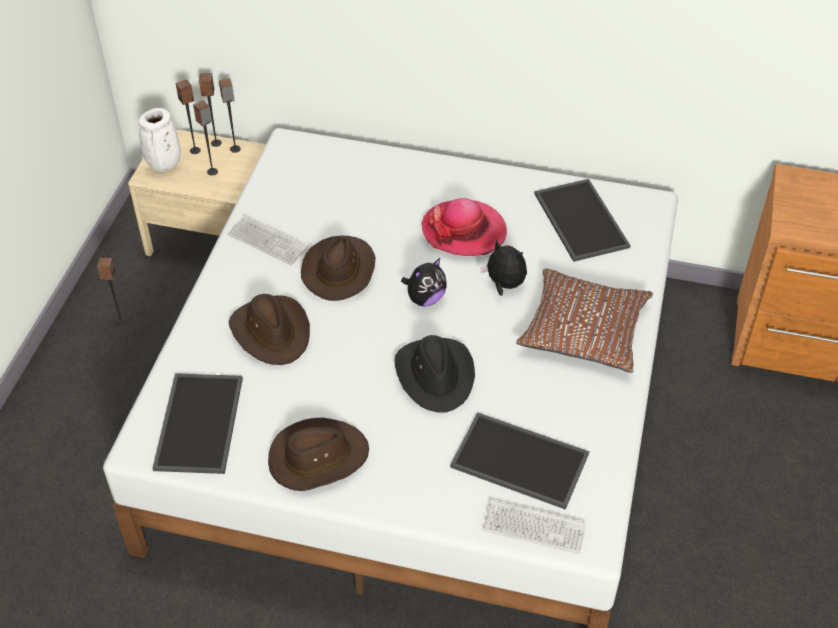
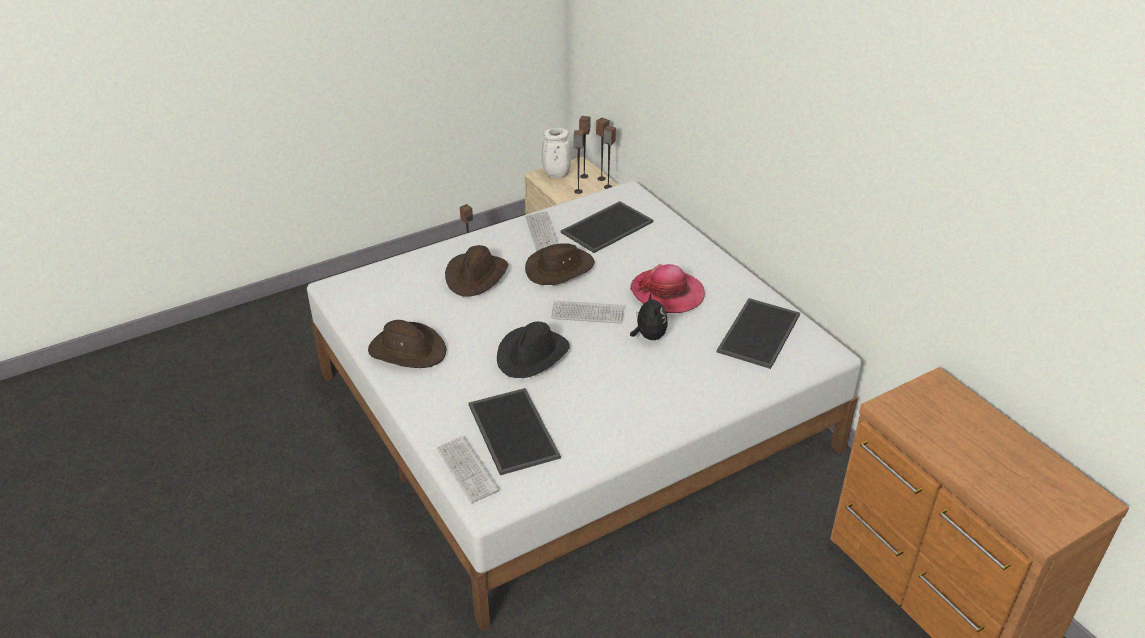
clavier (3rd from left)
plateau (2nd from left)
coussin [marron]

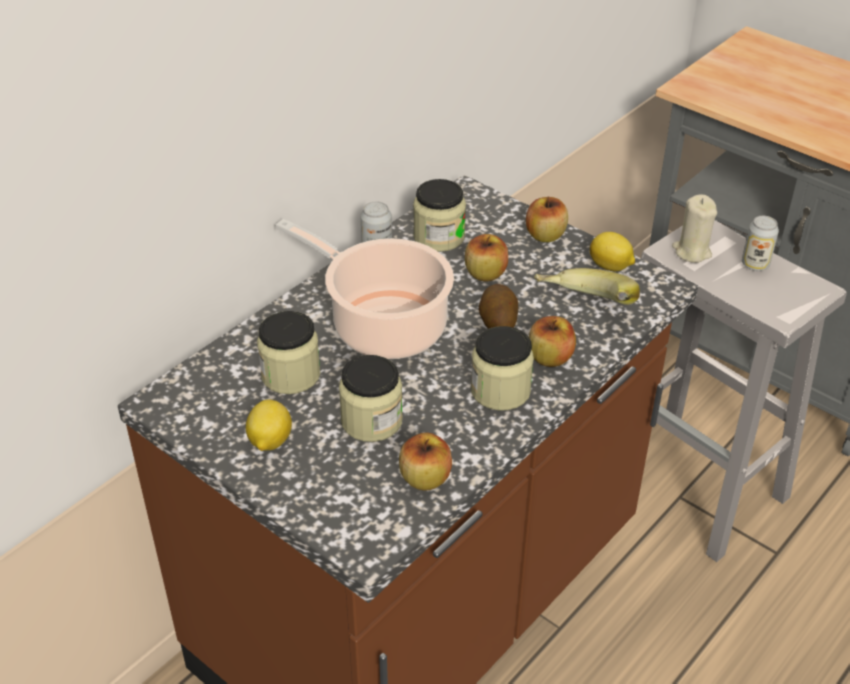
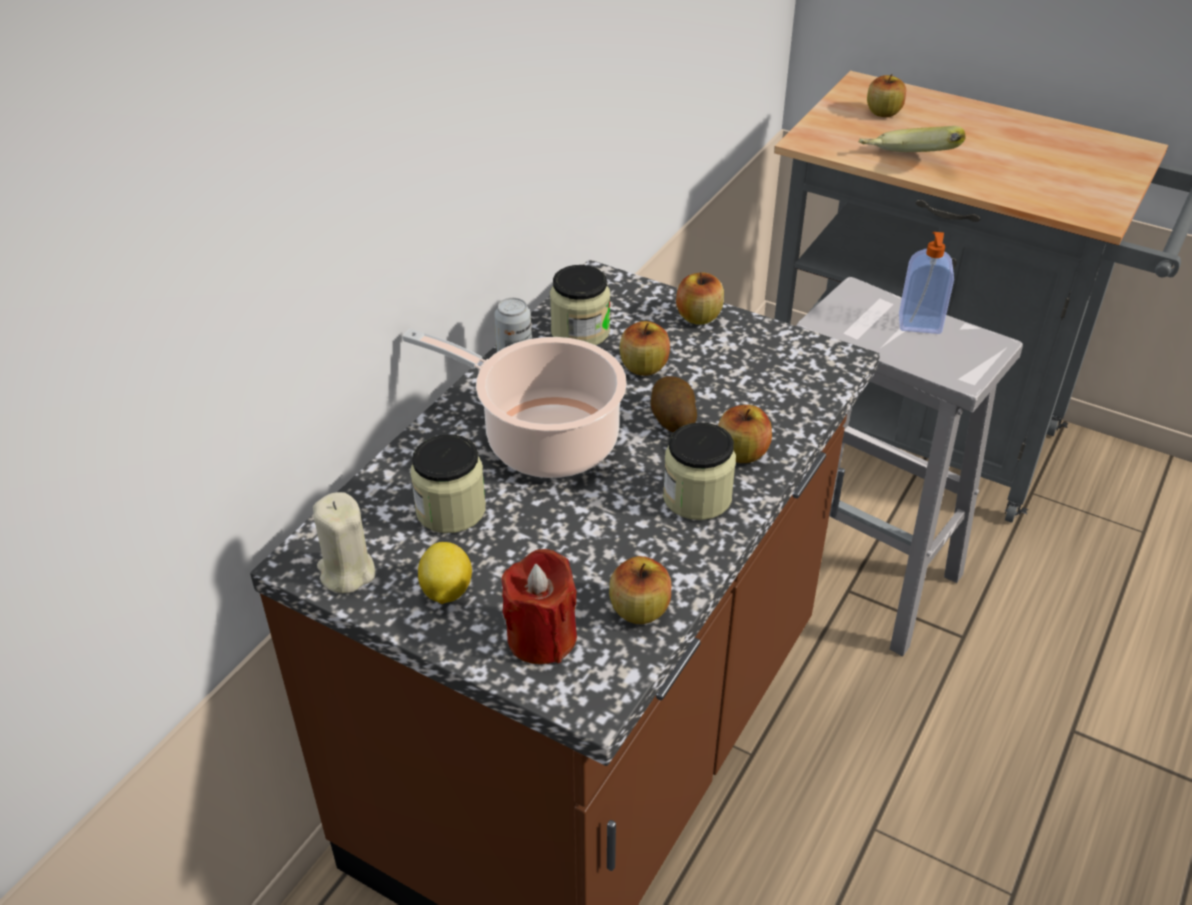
bougie [beige]
bougie [rouge]
banane
pomme (5th from left)
distributeur de savon
bocal (2nd from left in the first image)
citron (2nd from left in the first image)

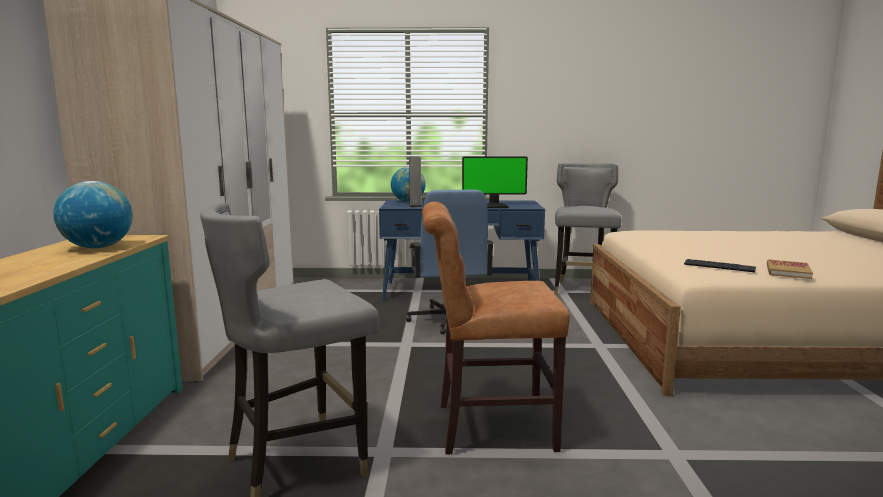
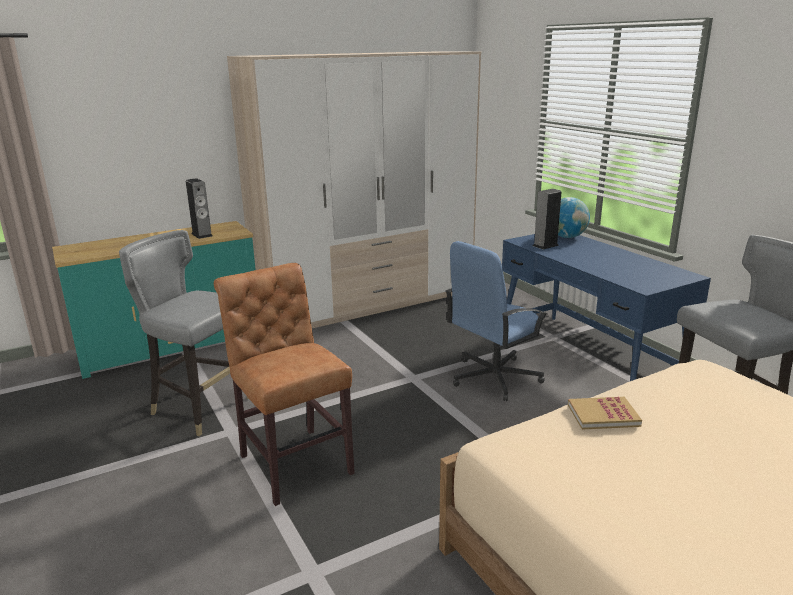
enceinte (1st from left)
livre
écran d'ordinateur
clavier

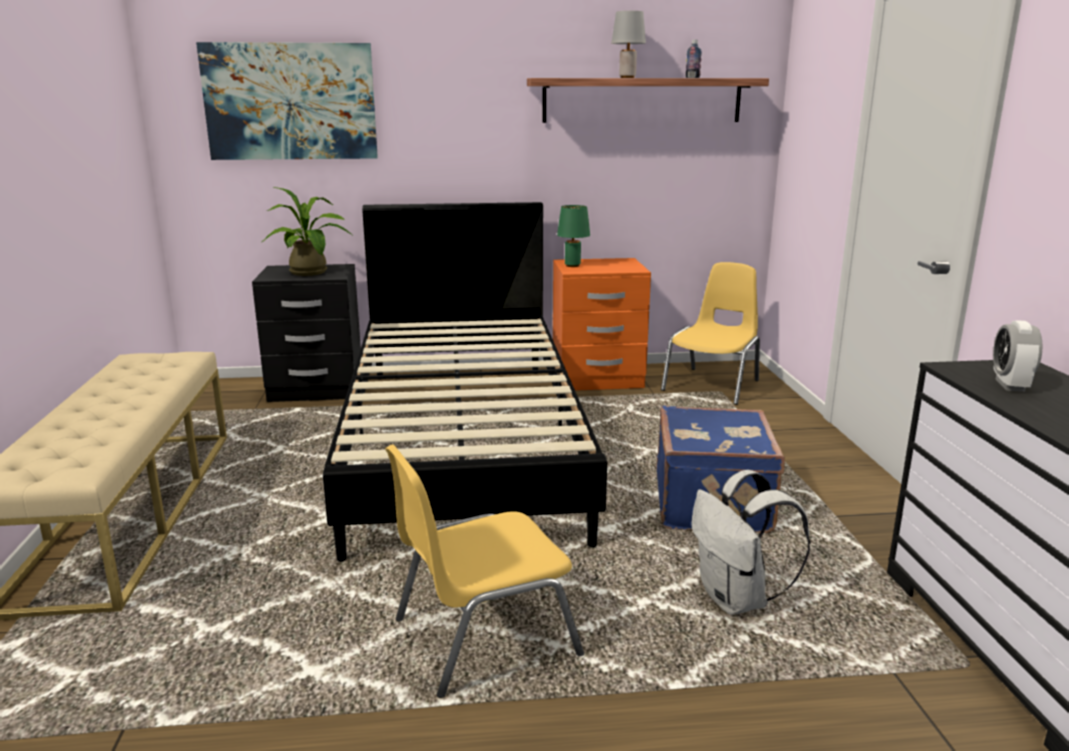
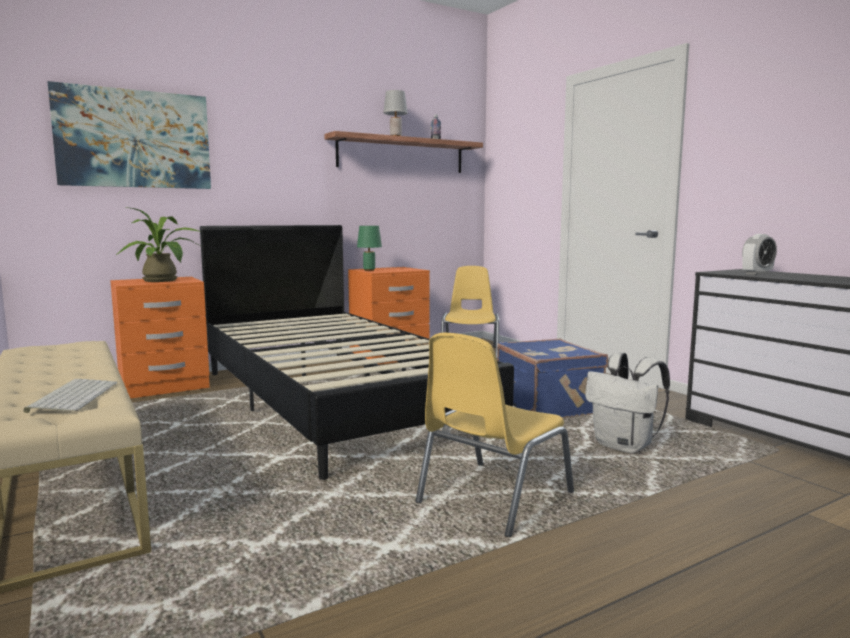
clavier
table de chevet [orange] (1st from left)
réveil

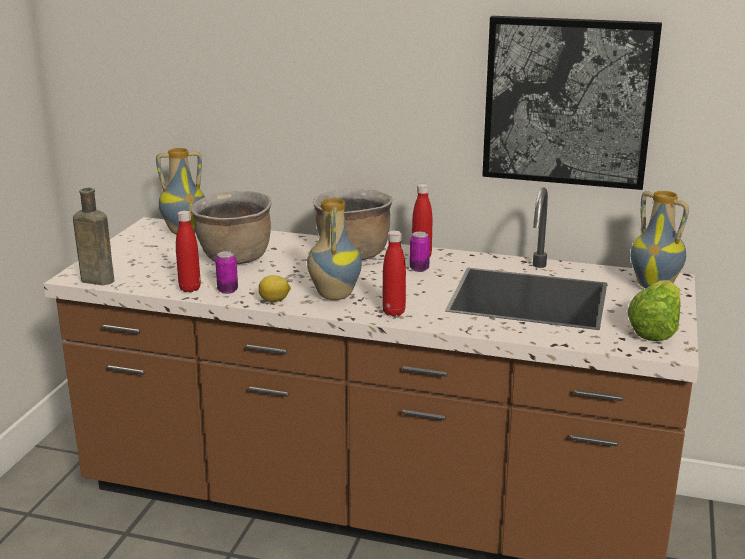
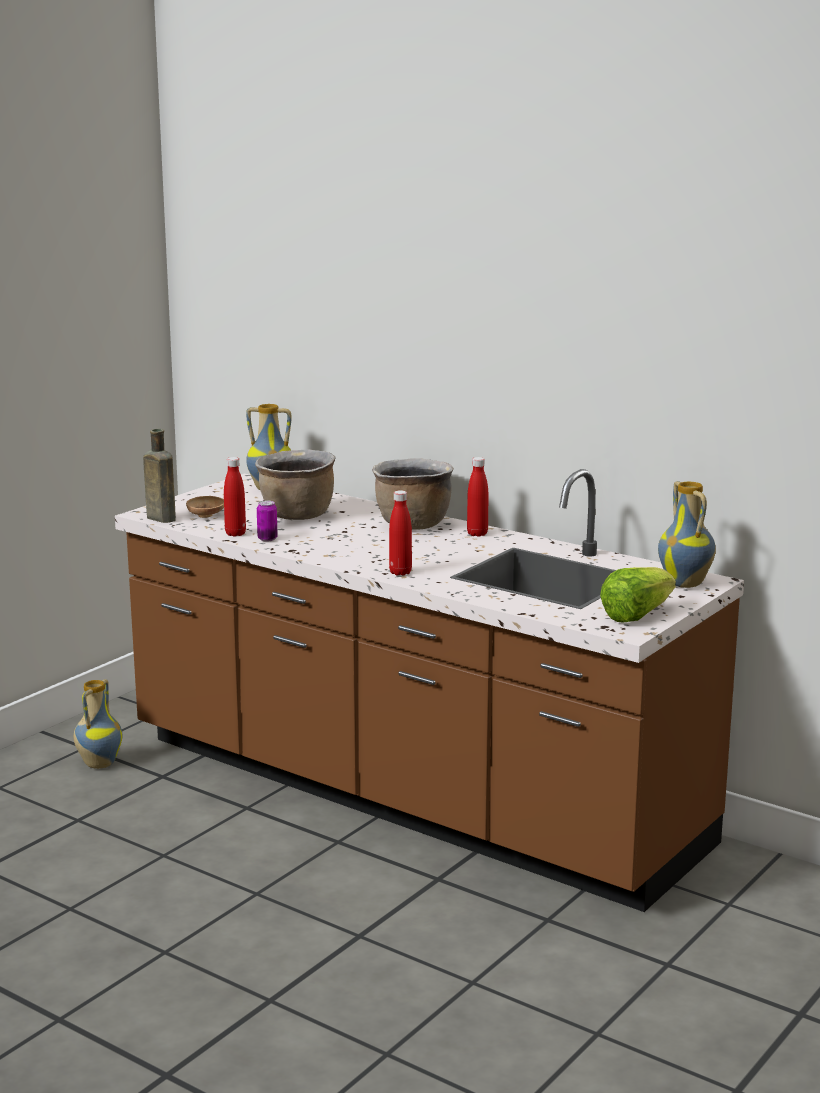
vase (1st from left)
bol [marron]
citron
boîte métallique (2nd from left in the first image)
tableau

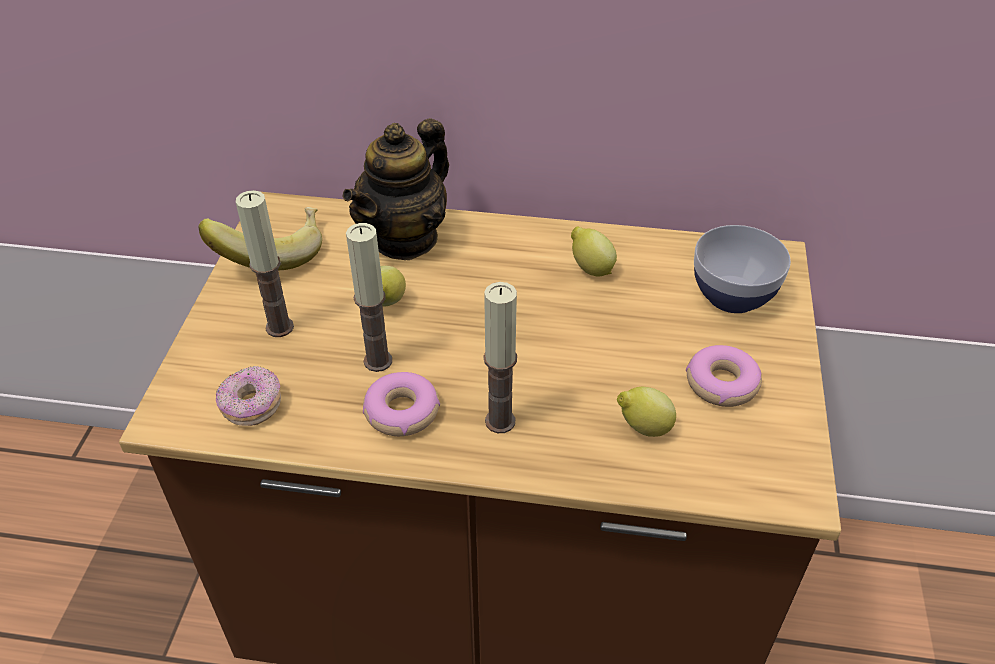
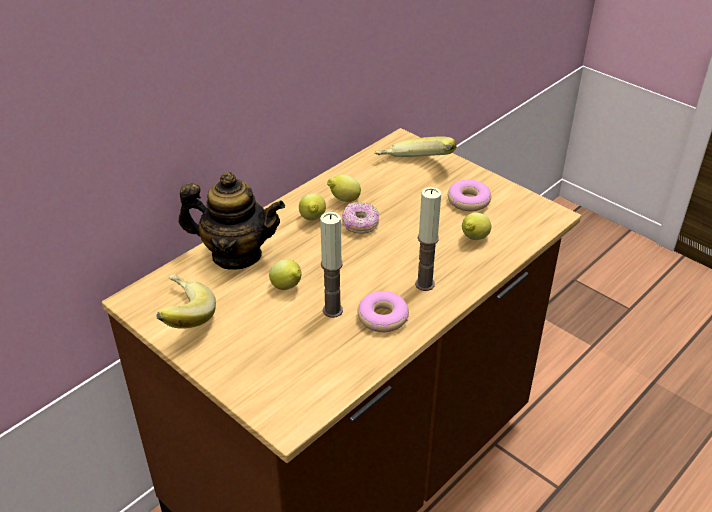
théière
citron (2nd from left)
beignet (1st from left)
banane (2nd from left)
bougie (1st from left in the first image)

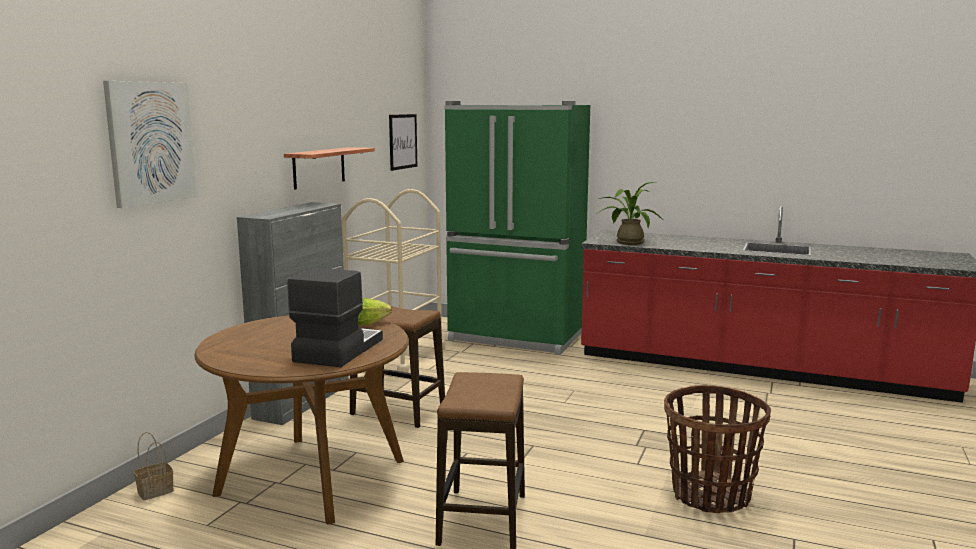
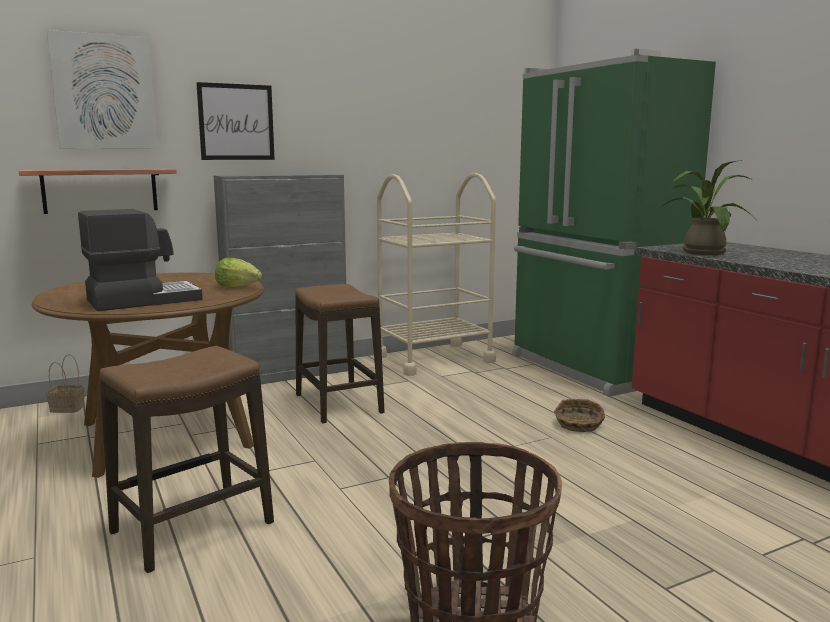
étagère
tableau (2nd from left)
panier (3rd from left)

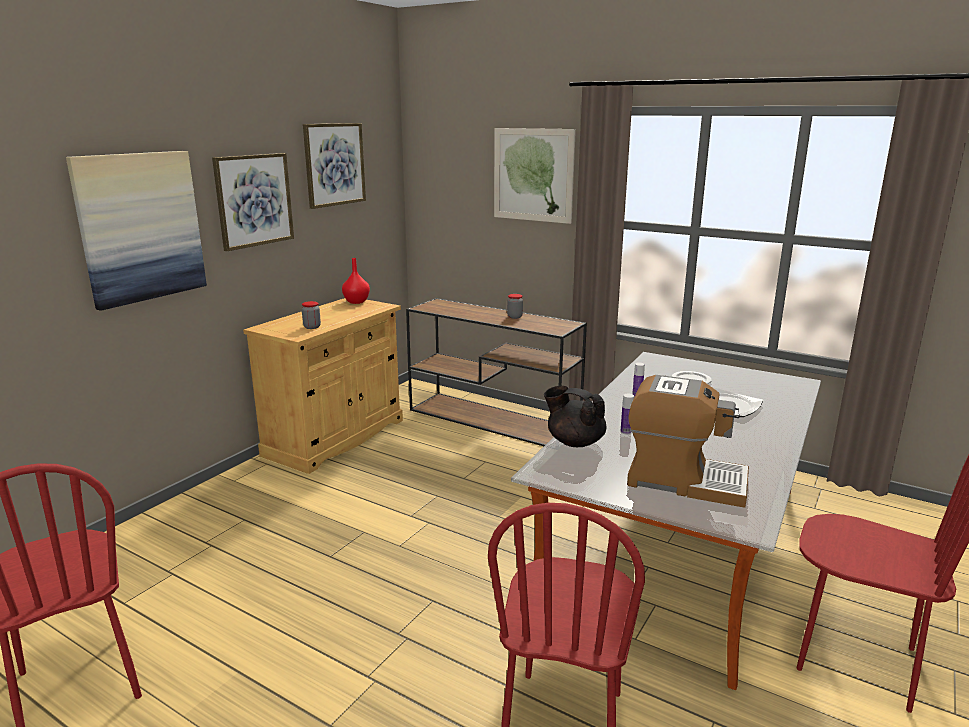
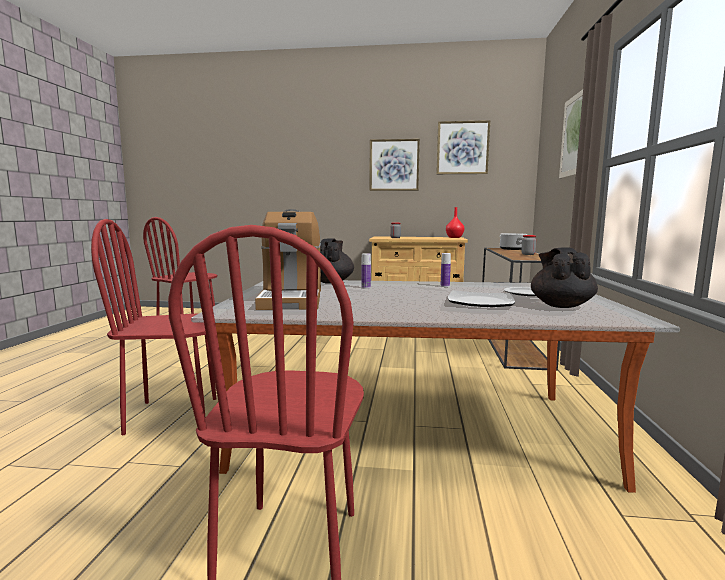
marmite
théière [noir] (2nd from left)
tableau (1st from left in the first image)

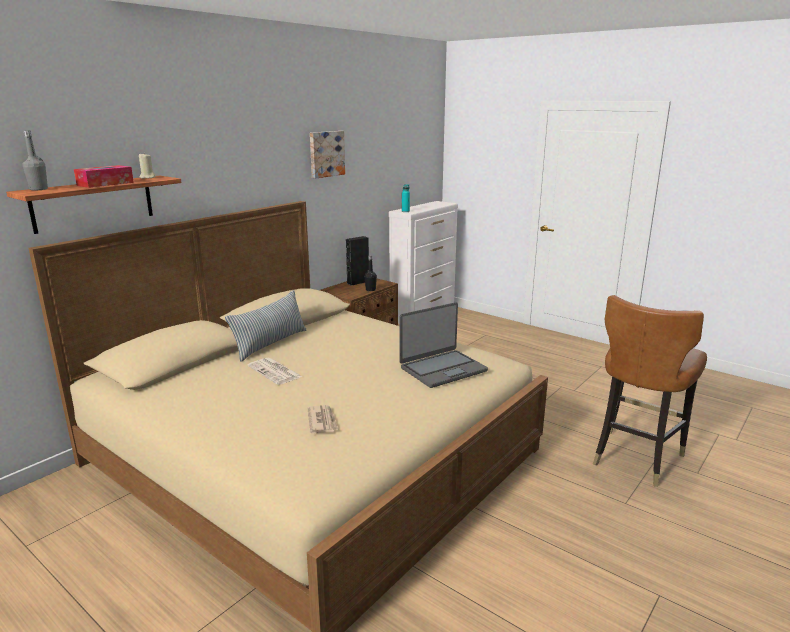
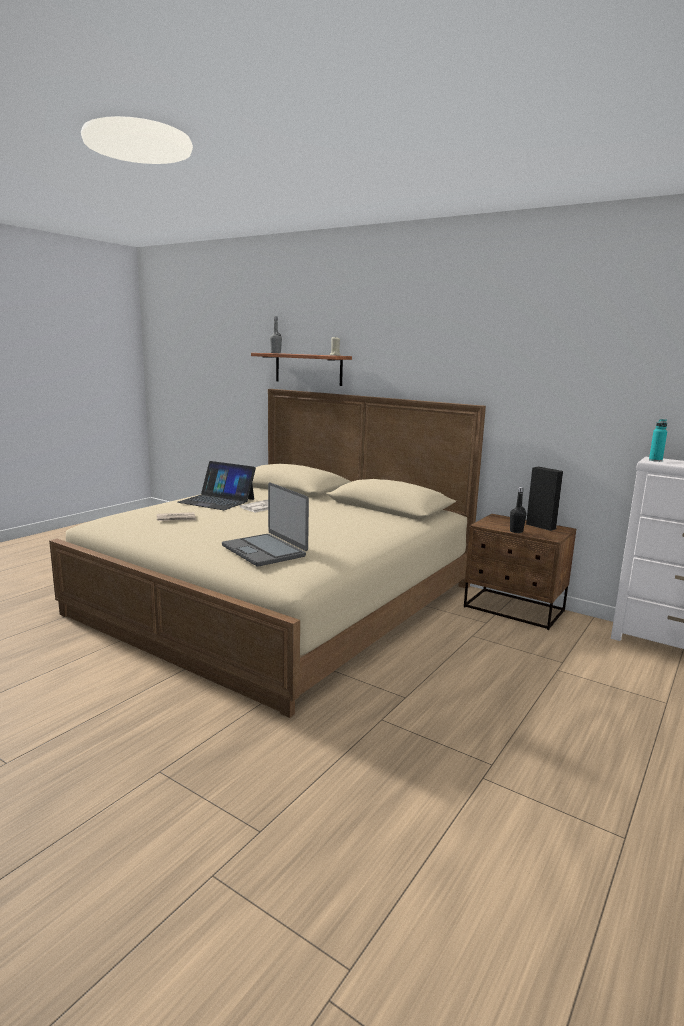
ordinateur portable (1st from left)
boîte à mouchoirs
coussin
tableau
chaise [marron]

